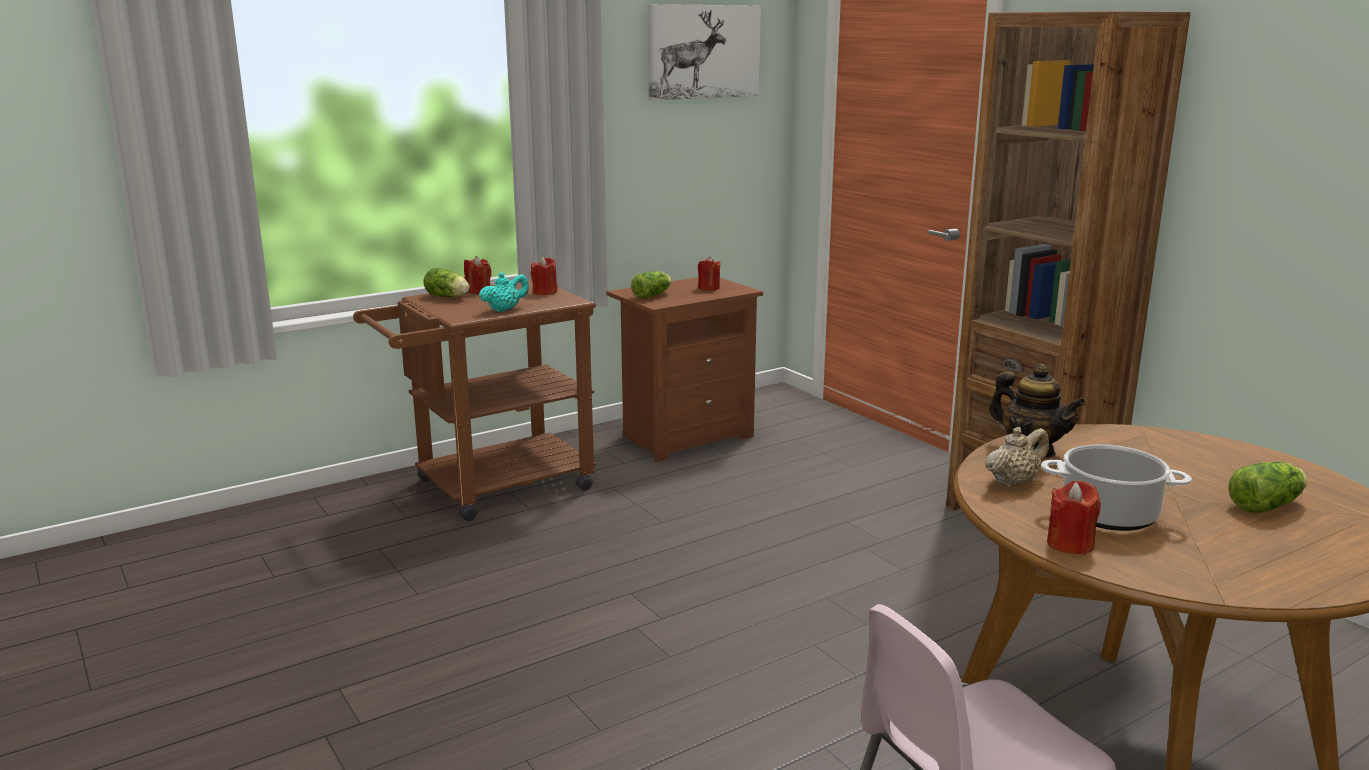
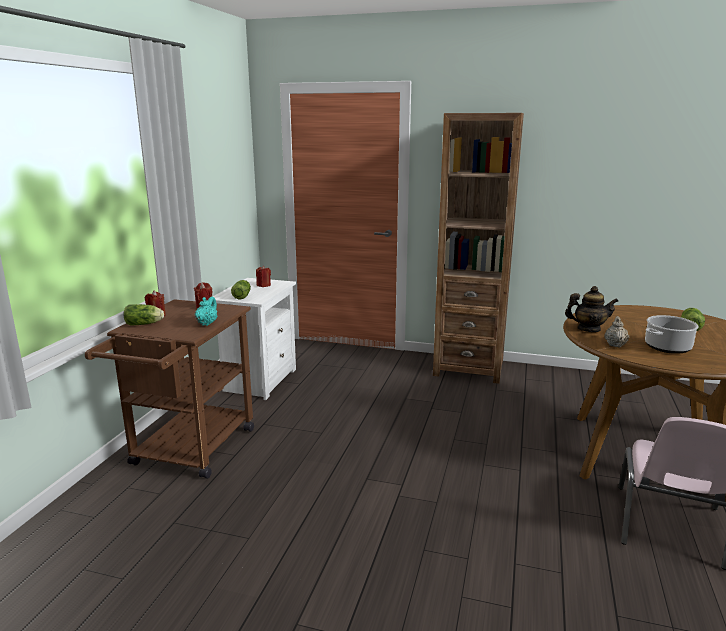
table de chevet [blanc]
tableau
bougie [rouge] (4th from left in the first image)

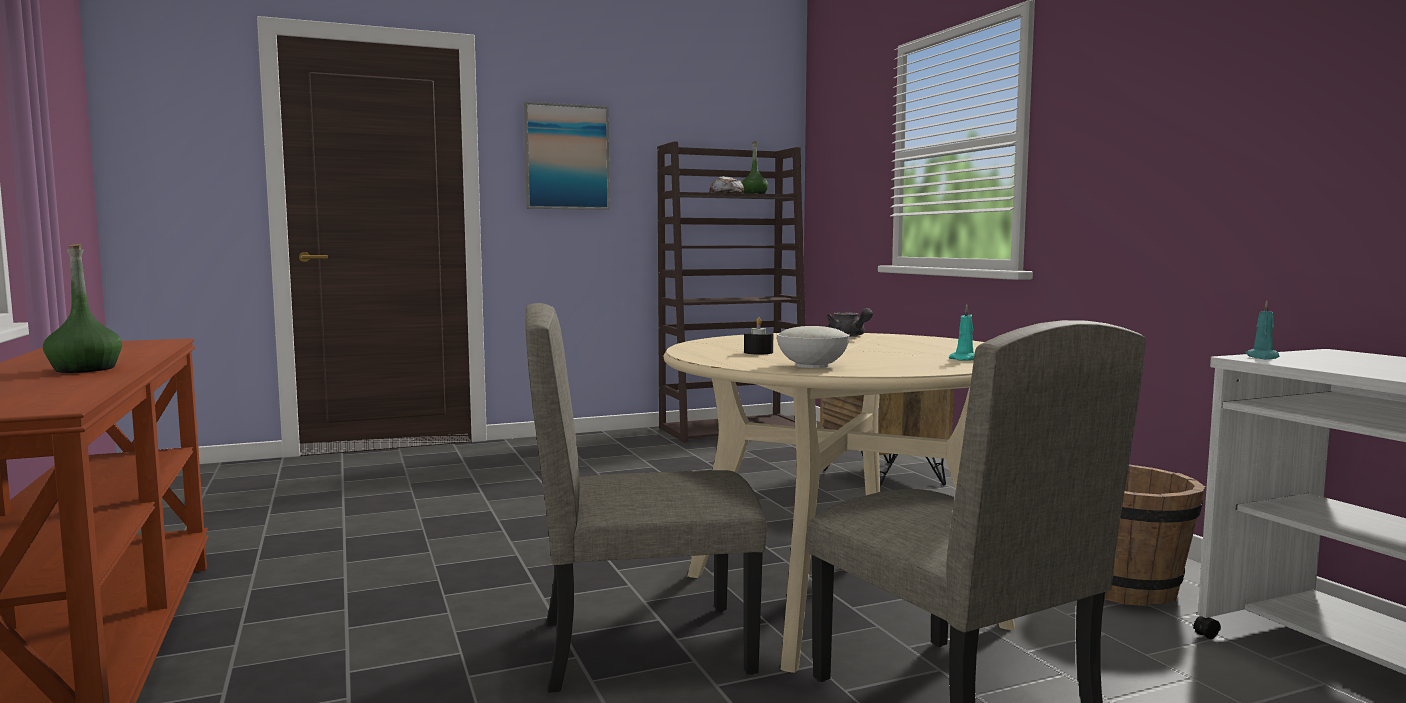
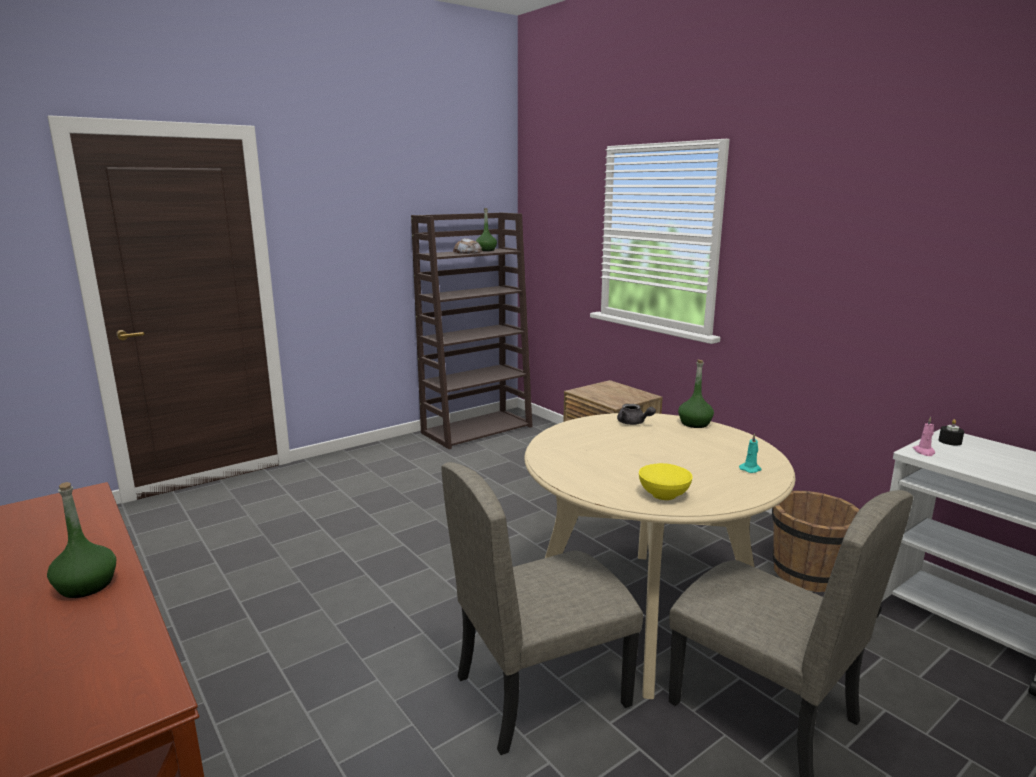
bol [jaune]
bouteille [vert] (3rd from left)
bougie [rose]
bougie [noir]
tableau

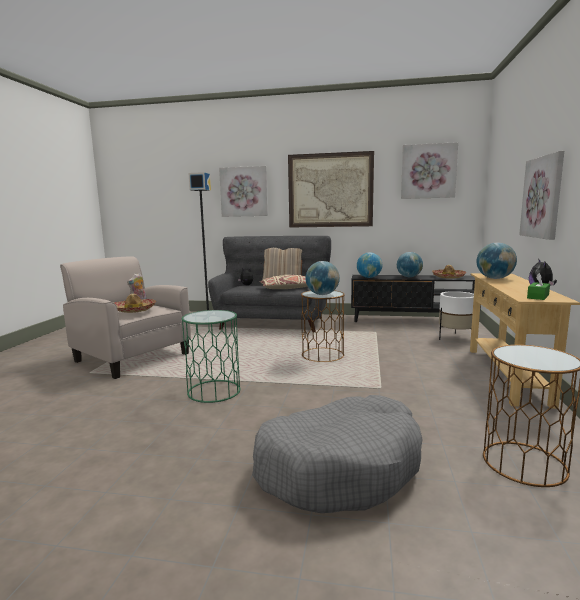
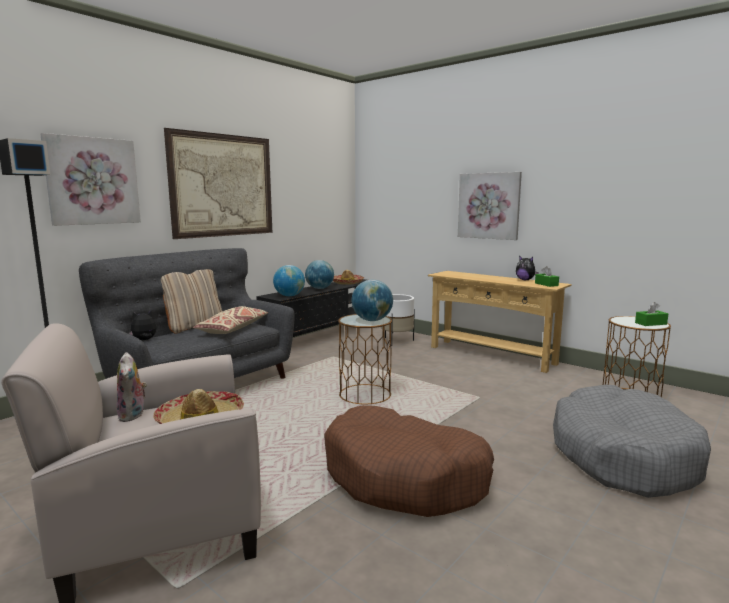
panier pour chien [marron]
boîte à mouchoirs [vert] (2nd from left)
tableau (3rd from left in the first image)
globe (4th from left in the first image)

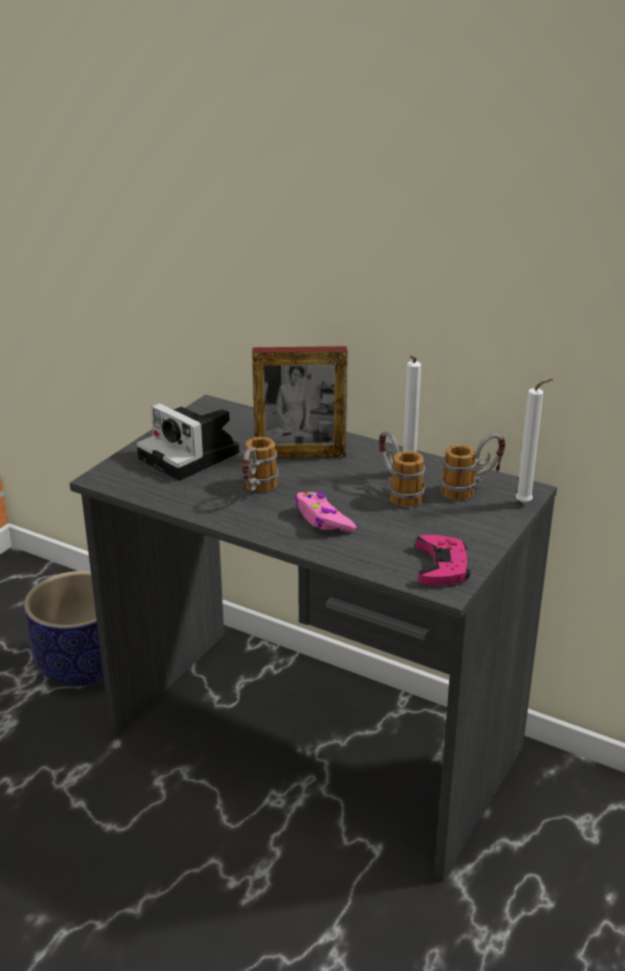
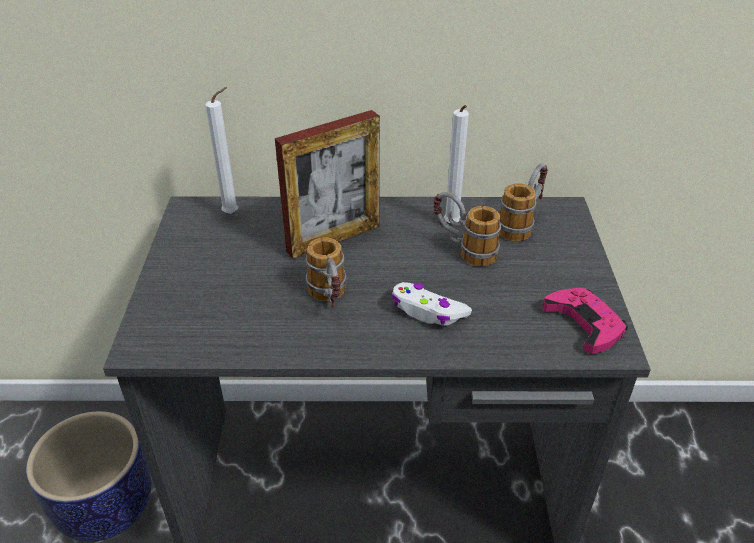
bougie [blanc] (1st from left)
manette [blanc]
appareil photo

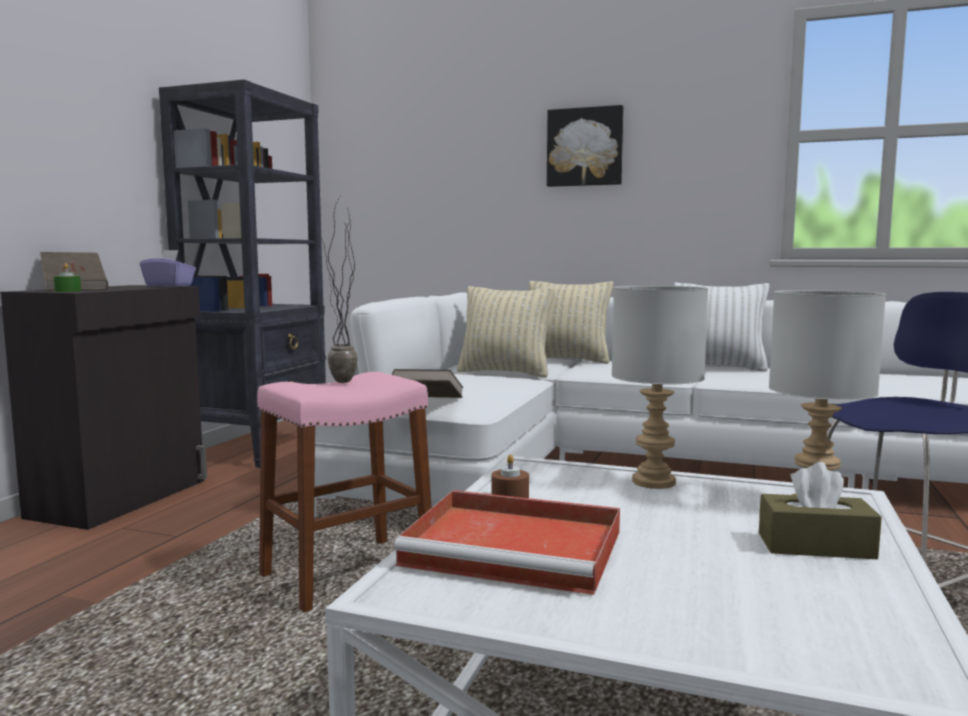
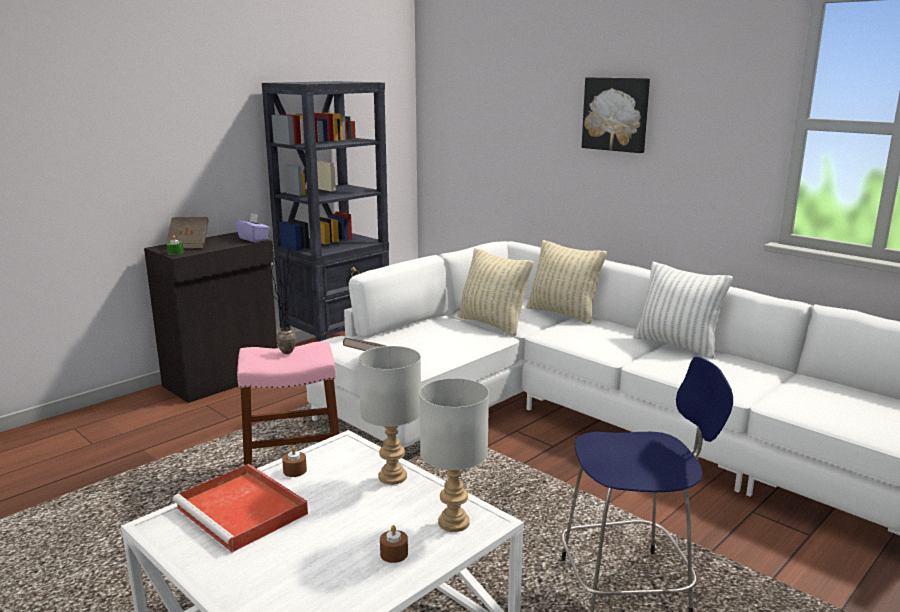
bougie [marron] (2nd from left)

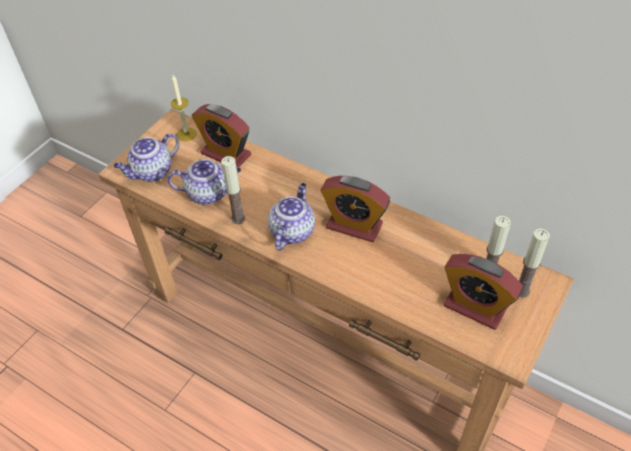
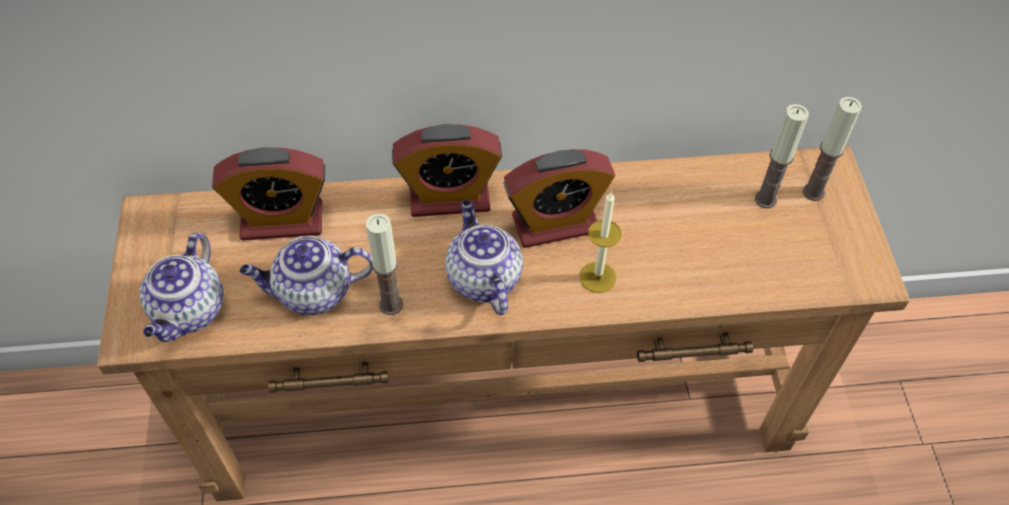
théière (2nd from left)
réveil (2nd from left)
bougie (2nd from left)

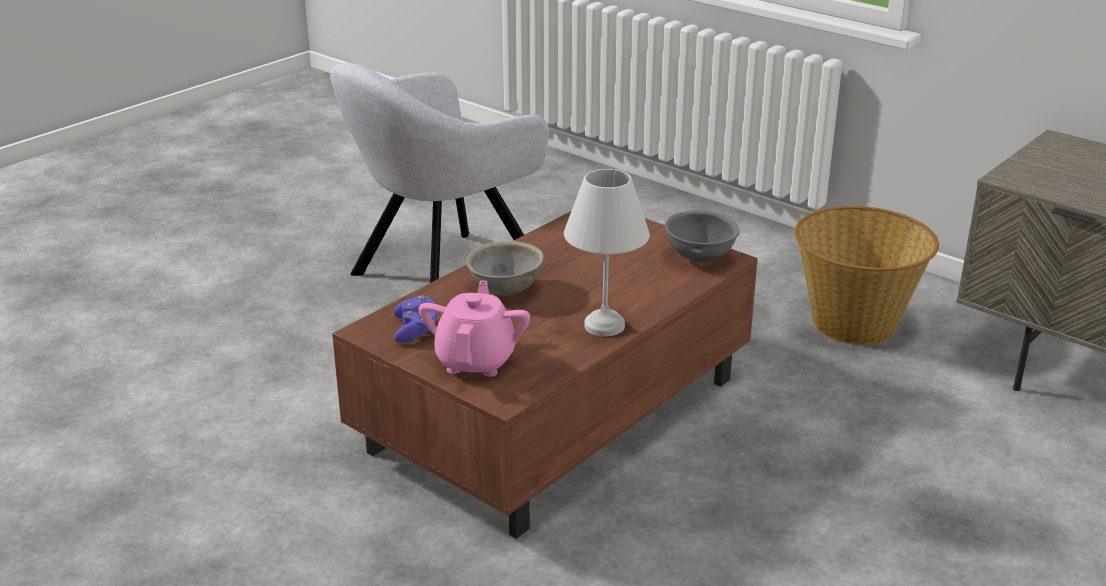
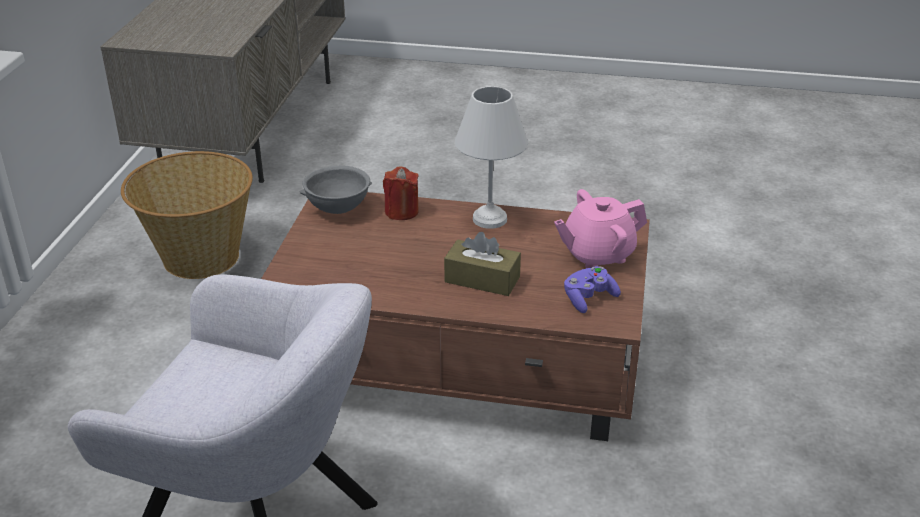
bougie [rouge]
boîte à mouchoirs [marron]

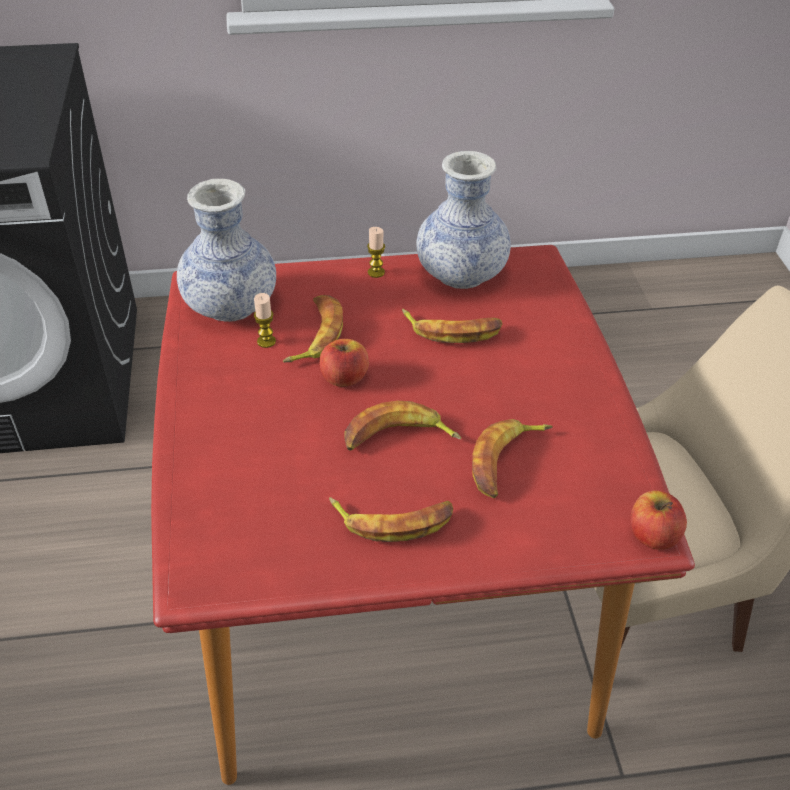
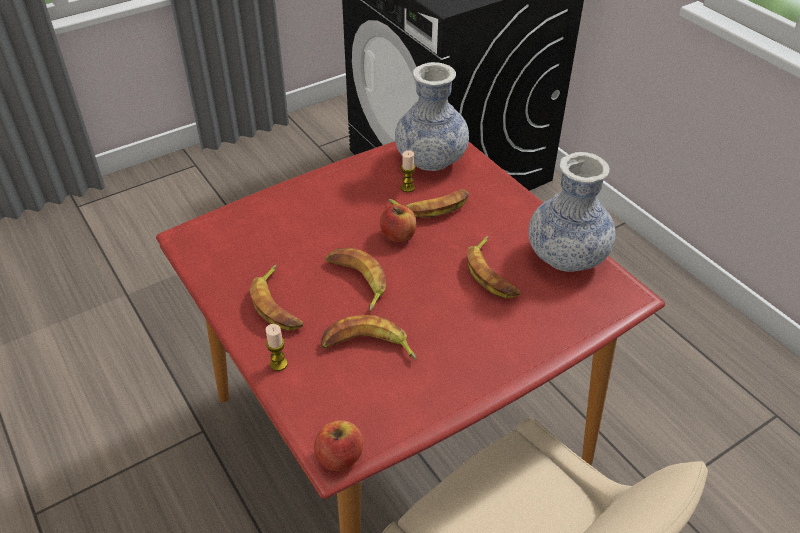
bougie (1st from left)

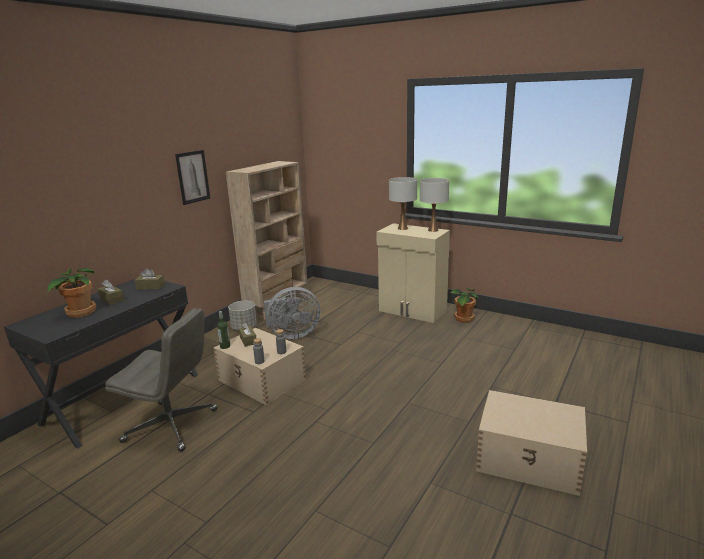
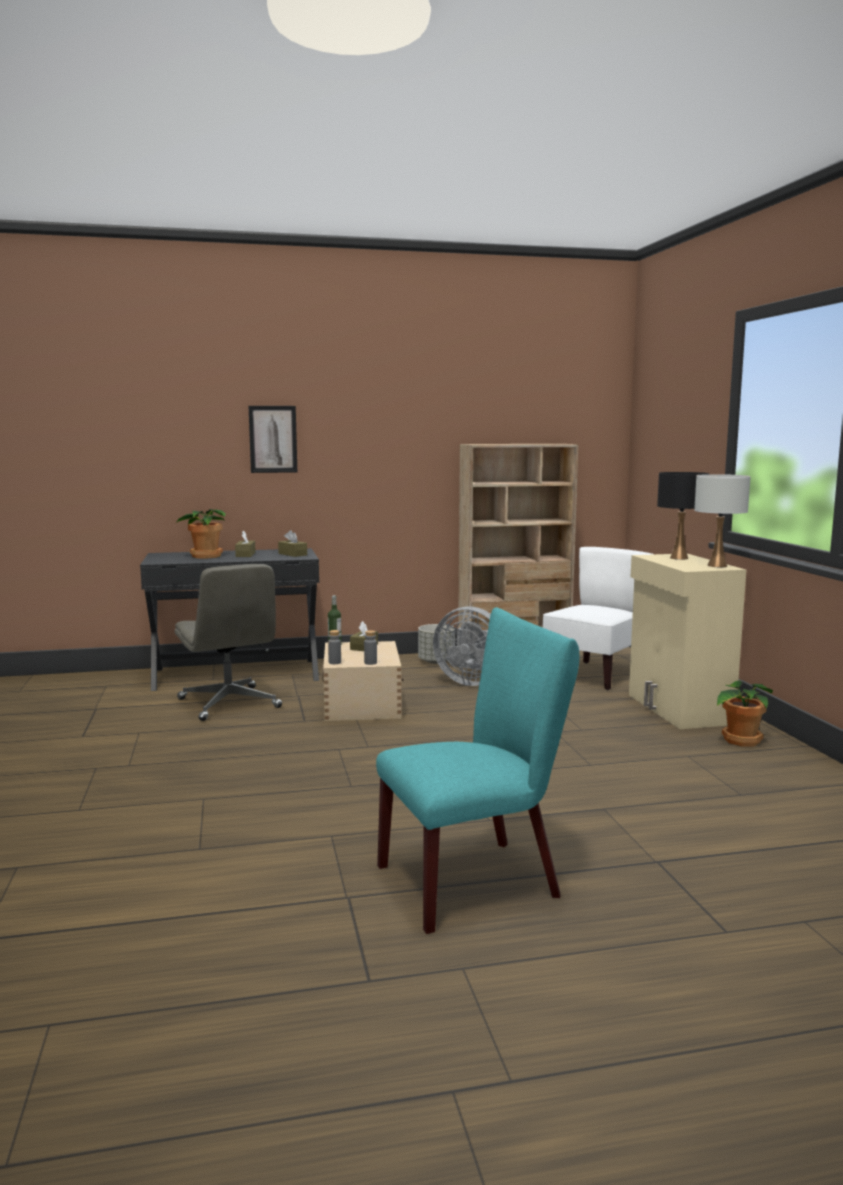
tableau
chaise [turquoise]
chaise [blanc]
lampe de table [noir]

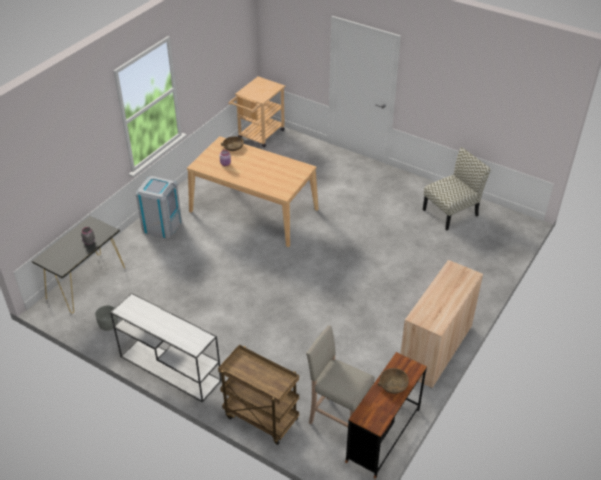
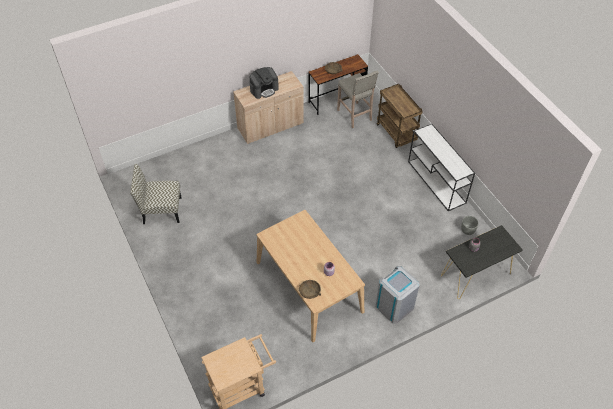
machine à café

